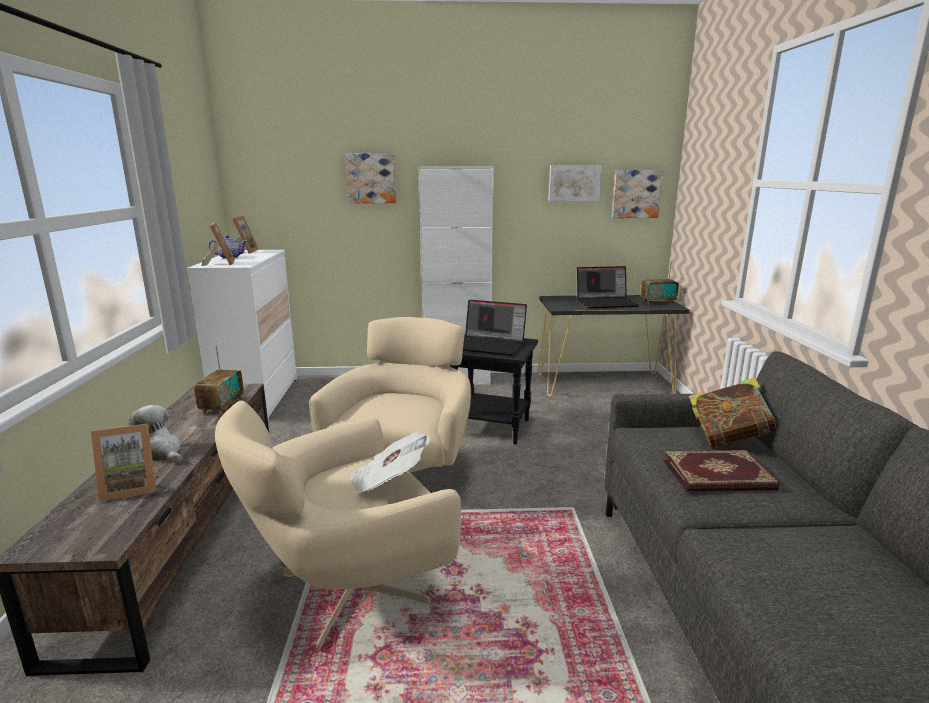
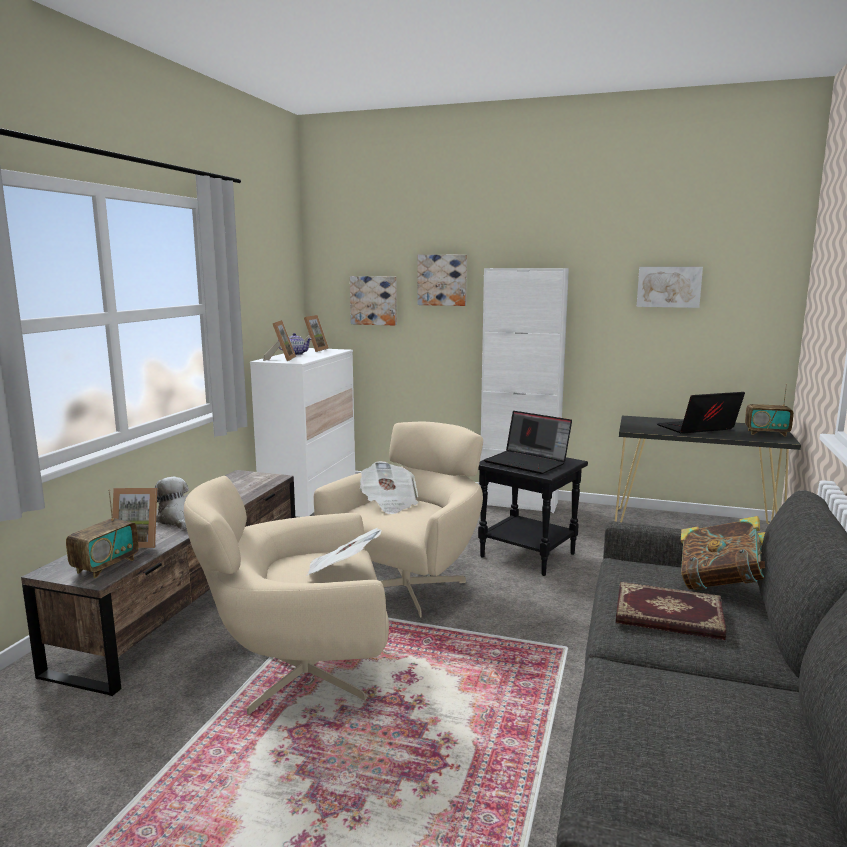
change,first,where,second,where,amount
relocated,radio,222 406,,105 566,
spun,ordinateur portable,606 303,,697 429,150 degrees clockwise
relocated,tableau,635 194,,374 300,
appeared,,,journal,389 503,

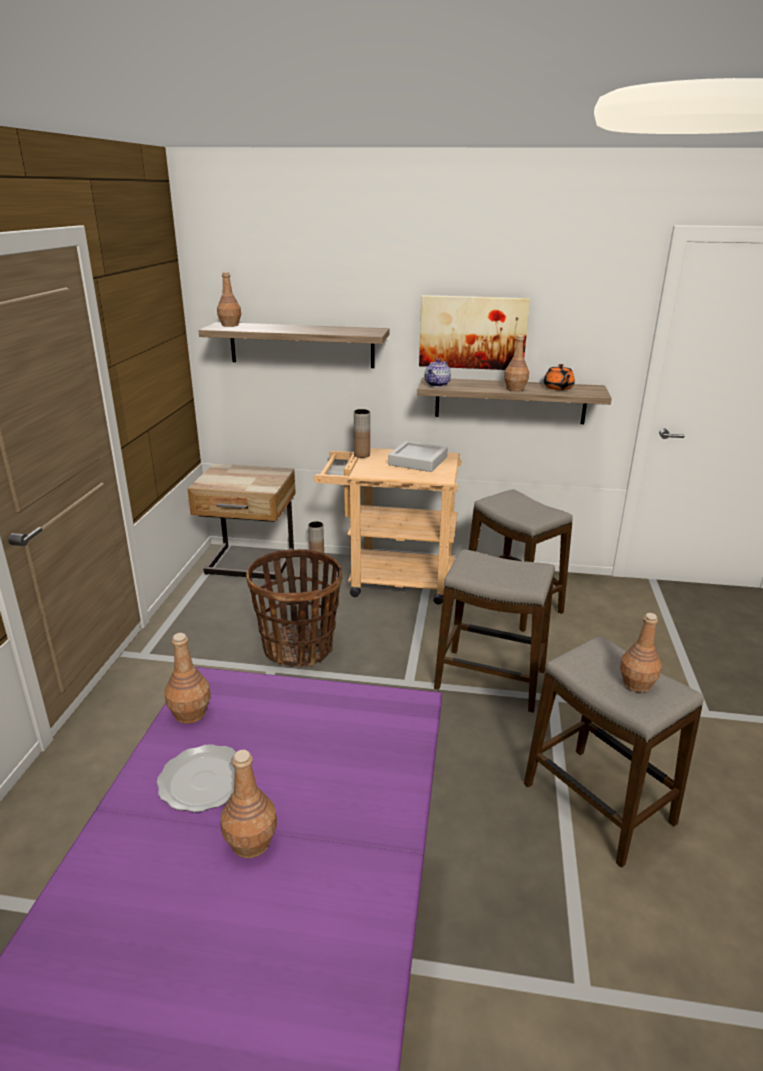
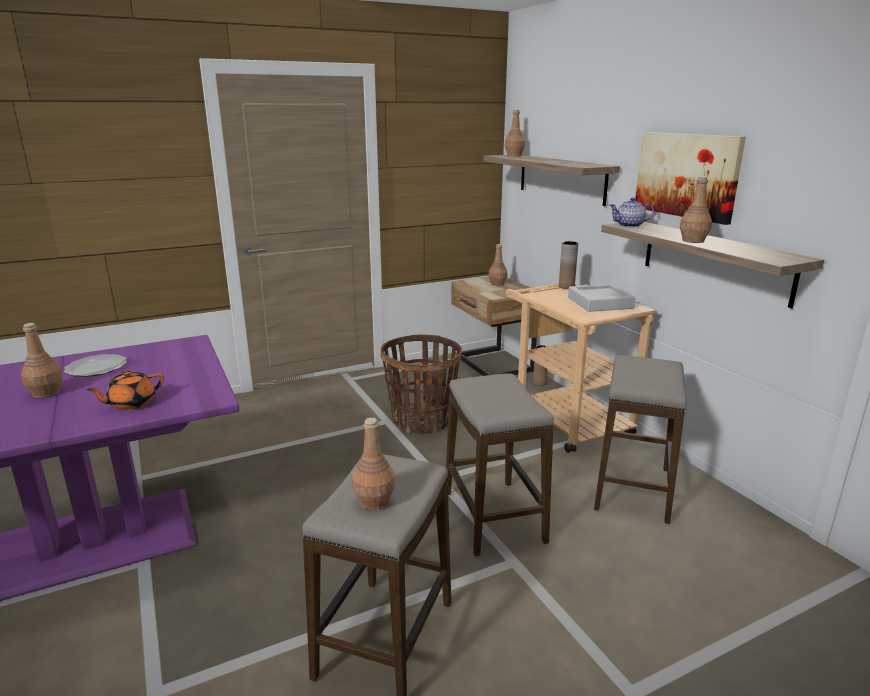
change,first,where,second,where,amount
relocated,bouteille (marron),190 713,,497 284,
relocated,théière (orange),558 388,,131 403,

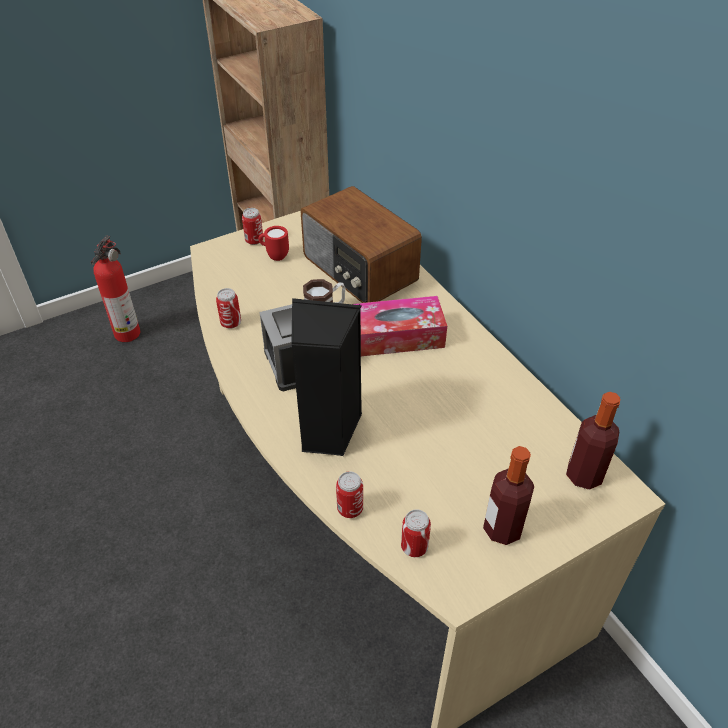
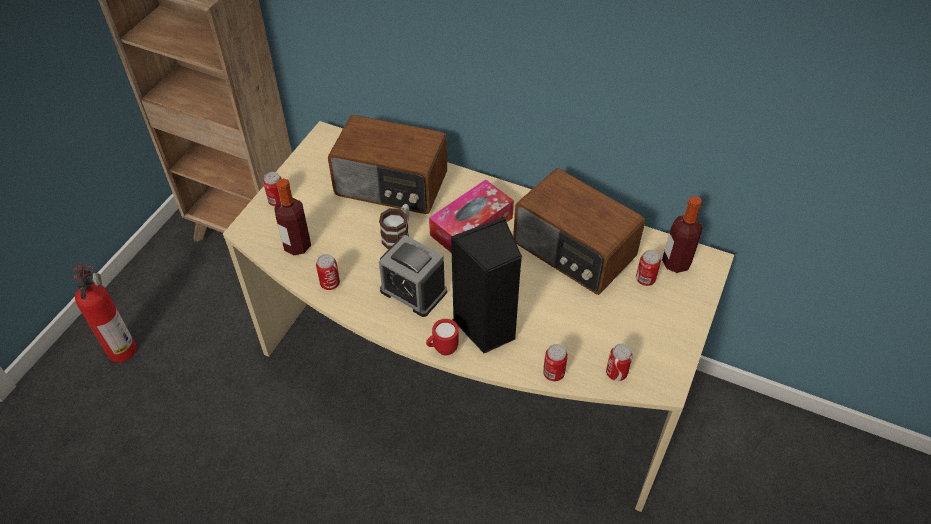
change,first,where,second,where,amount
relocated,mug (rouge),274 256,,442 349,
relocated,bouteille,502 529,,297 245,
appeared,,,radio,573 251,
appeared,,,boîte métallique,645 279,

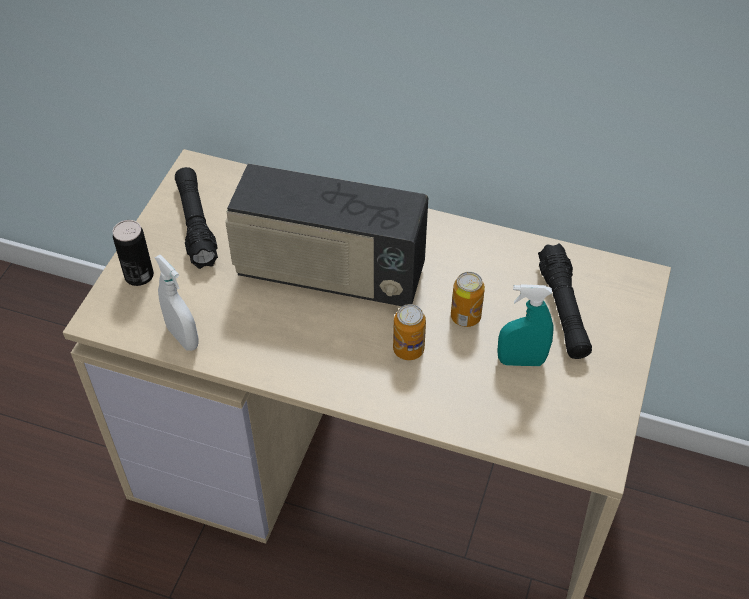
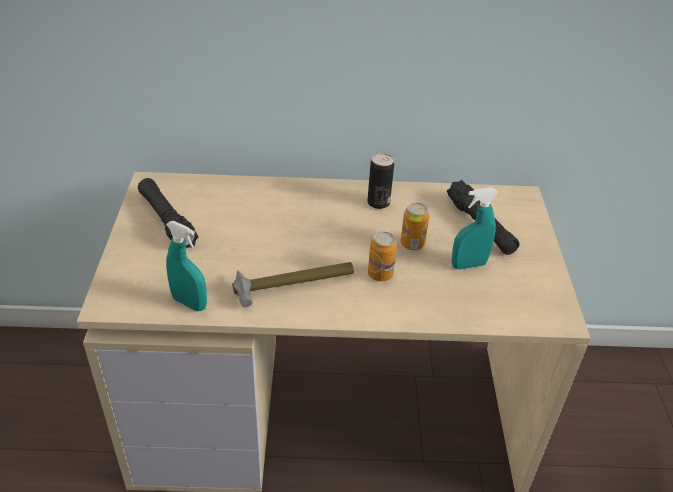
change,first,where,second,where,amount
relocated,boîte métallique,139 276,,378 202,
colour,vaporisateur (blanc),183 337,vaporisateur (turquoise),189 303,
missing,radio,329 274,,,
appeared,,,marteau,293 284,

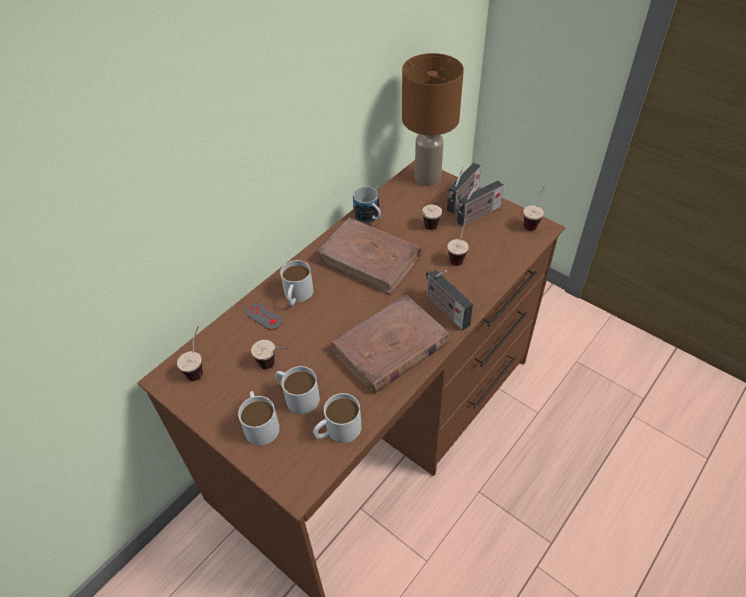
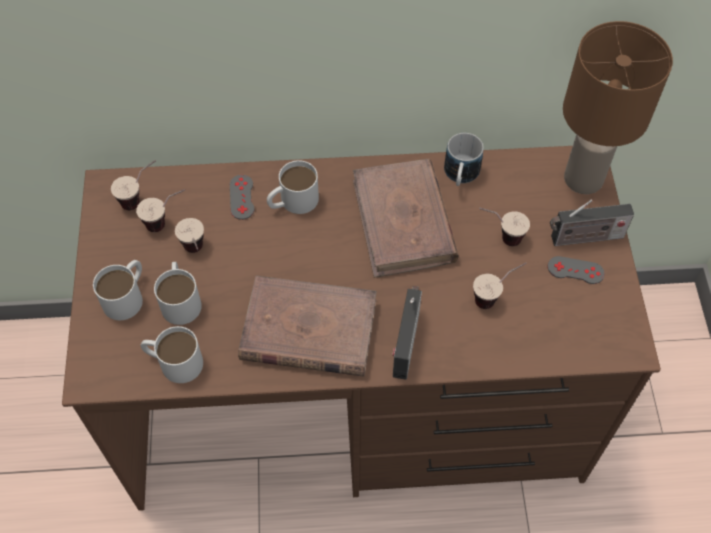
change,first,where,second,where,amount
exchanged,radio,477 216,manette (gris),575 270,
relocated,tasse,533 221,,167 222,

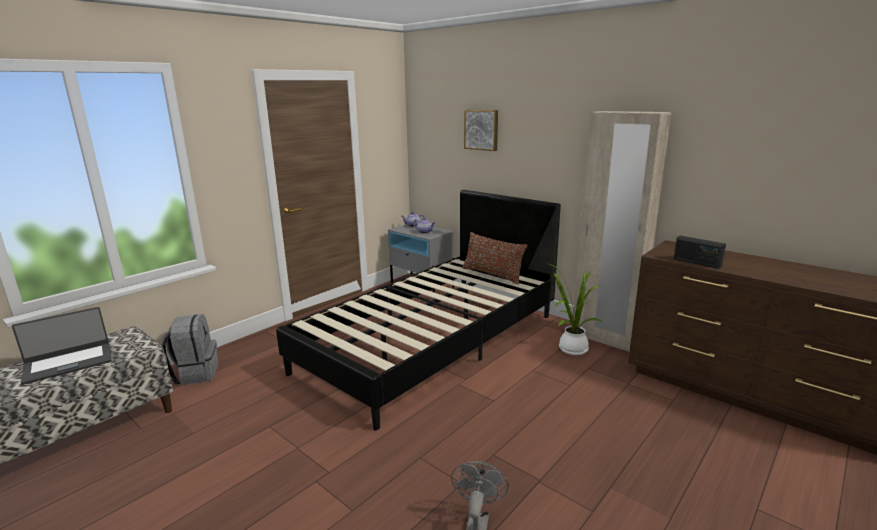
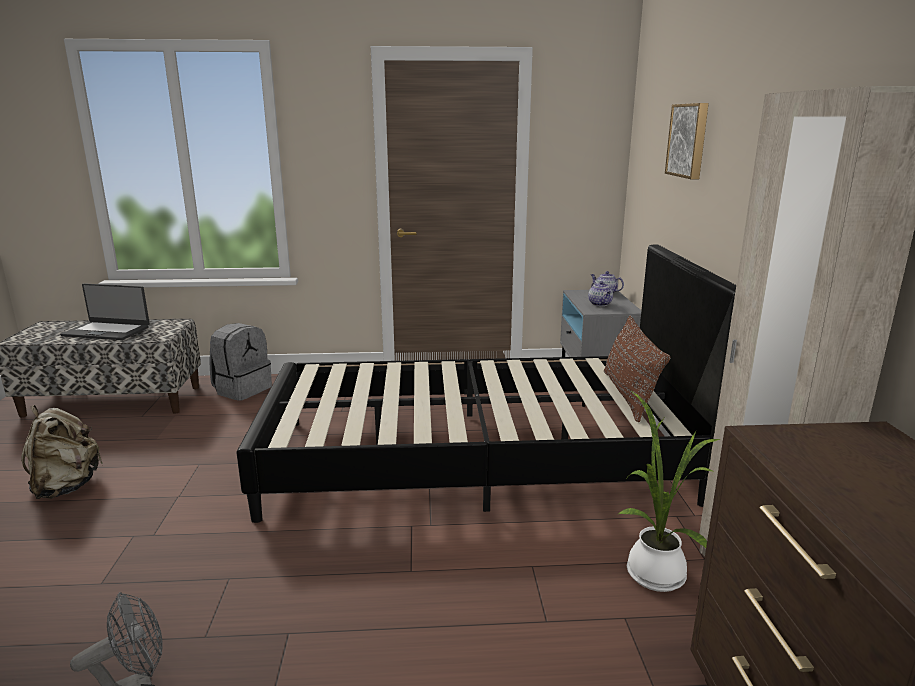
change,first,where,second,where,amount
missing,radio,697 262,,,
appeared,,,sac à dos (beige),66 487,

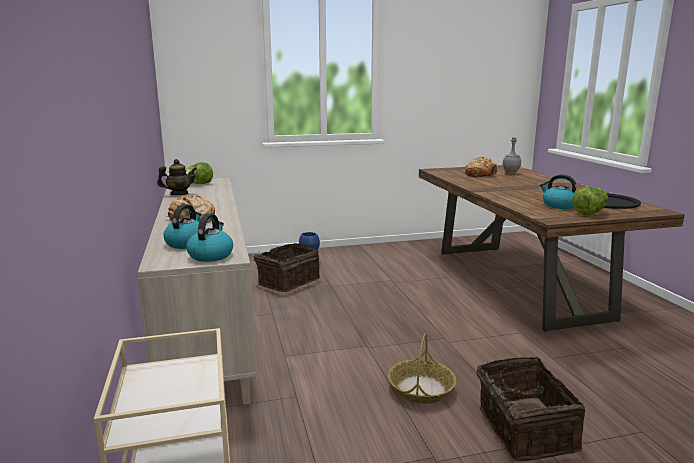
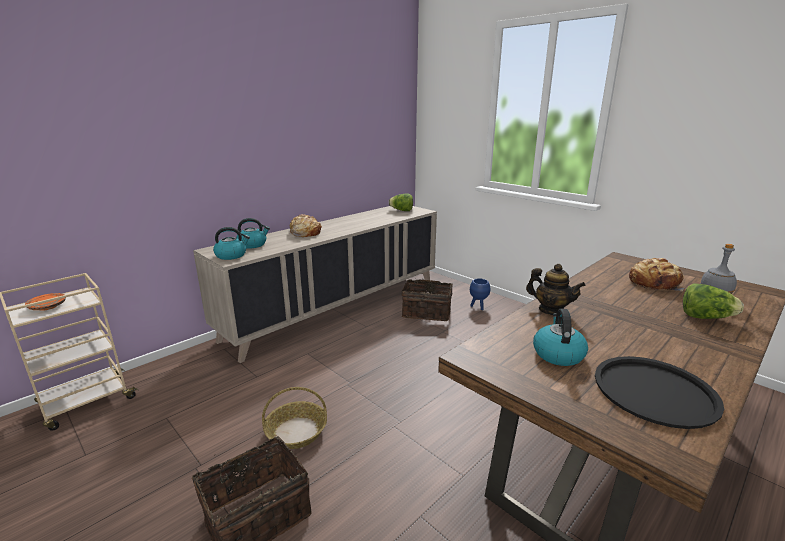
change,first,where,second,where,amount
relocated,théière,179 194,,551 310,
relocated,laitue,589 213,,705 317,
appeared,,,assiette (orange),48 307,

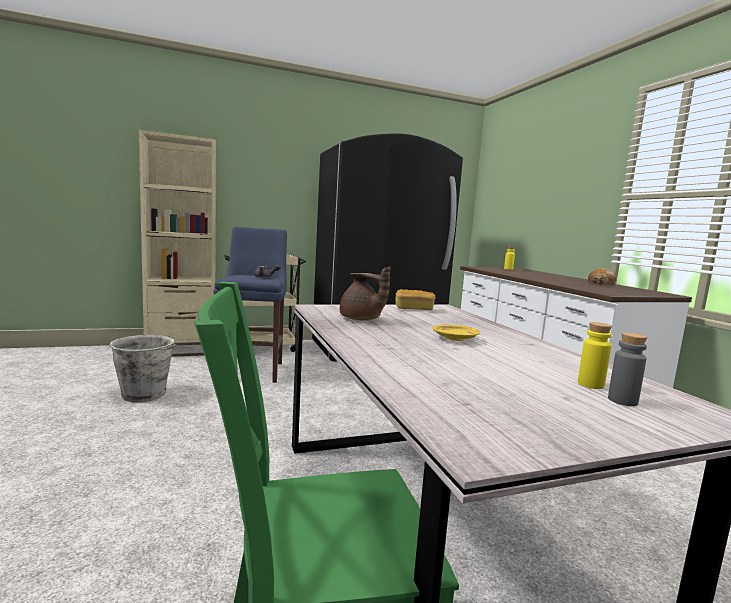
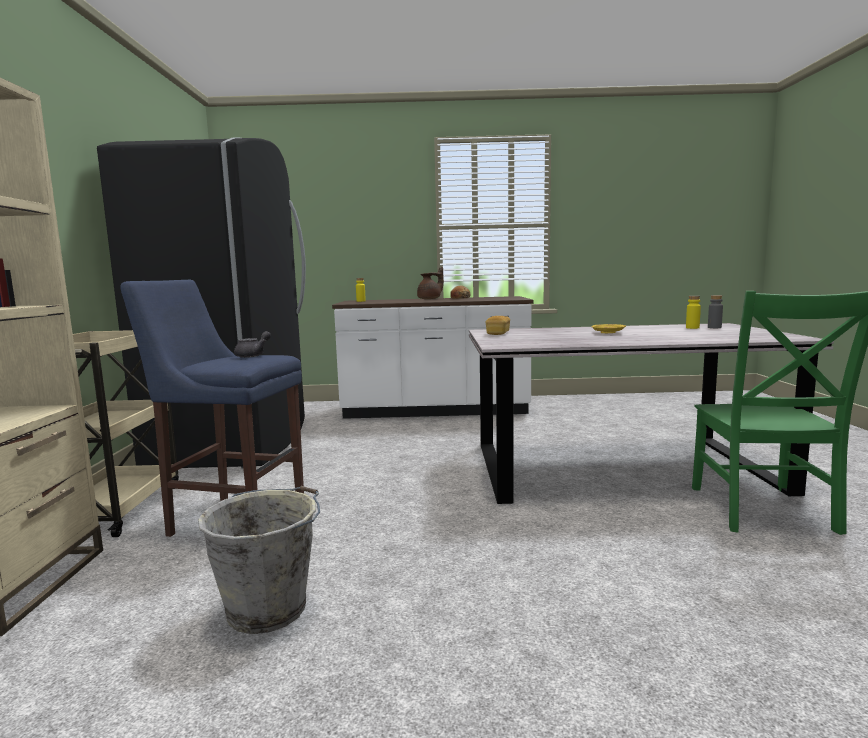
change,first,where,second,where,amount
relocated,théière (marron),361 319,,430 299,

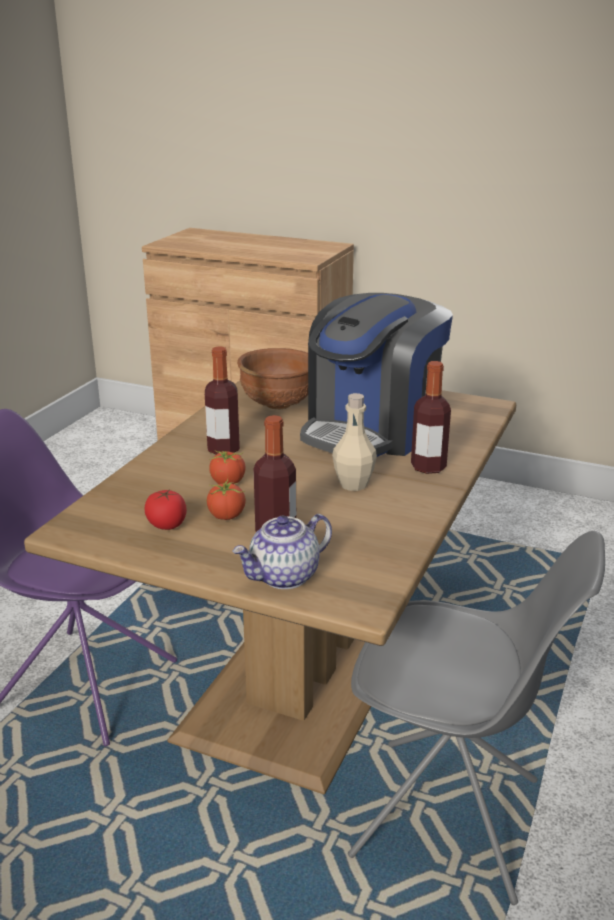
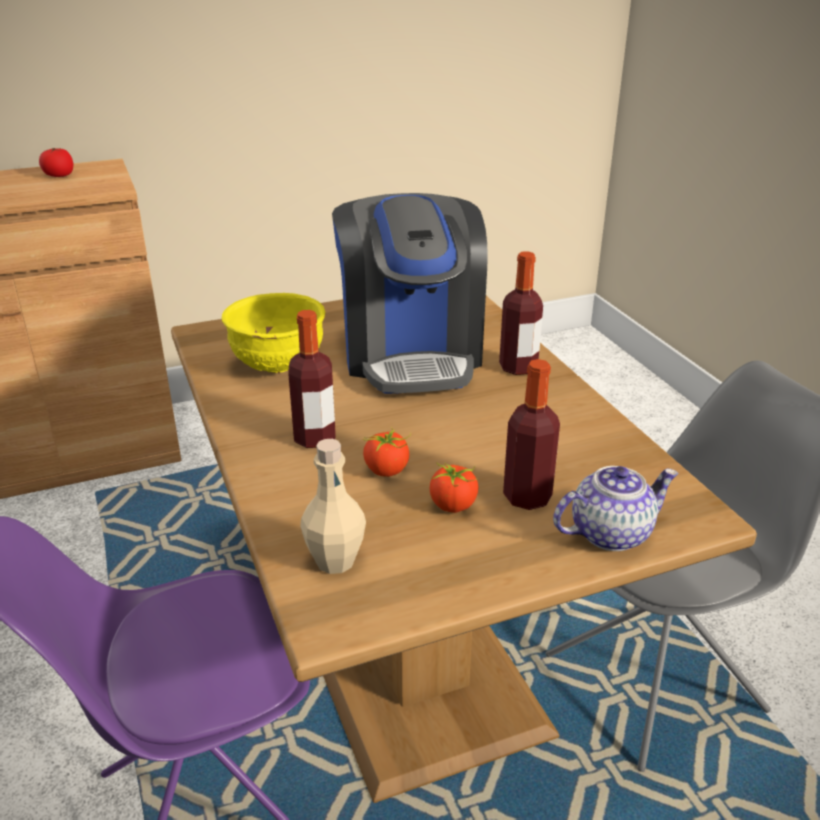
change,first,where,second,where,amount
relocated,tomate,166 525,,59 176,
spun,théière,284 577,,610 532,120 degrees counterclockwise
colour,bol (marron),279 405,bol (jaune),279 365,
relocated,bouteille (beige),353 484,,335 560,

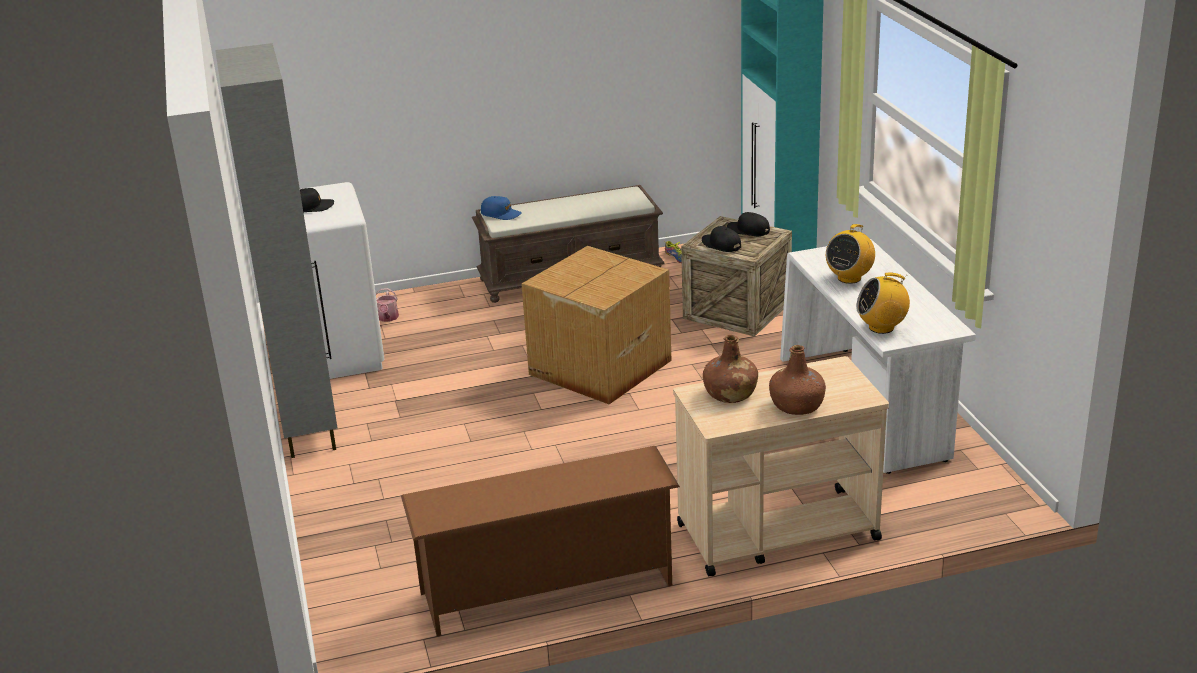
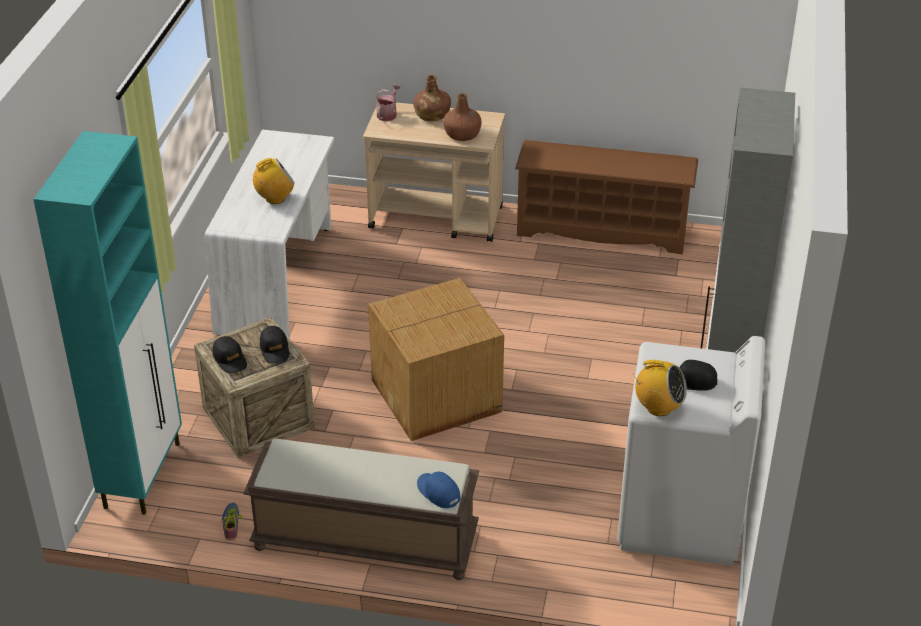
change,first,where,second,where,amount
relocated,arrosoir,387 318,,388 114,
relocated,radio,881 327,,658 408,

